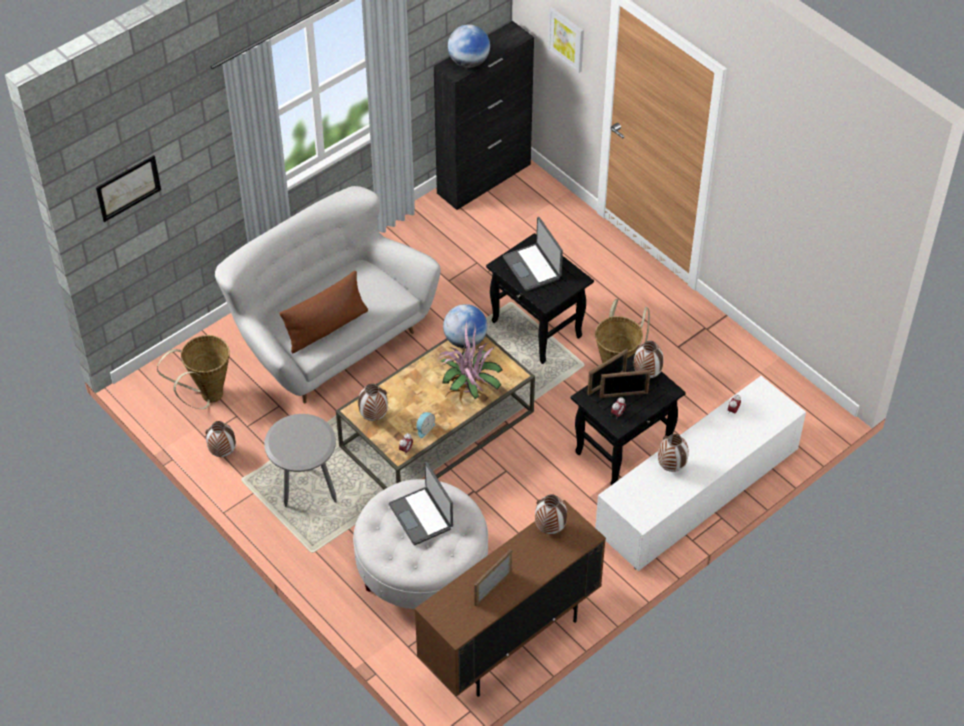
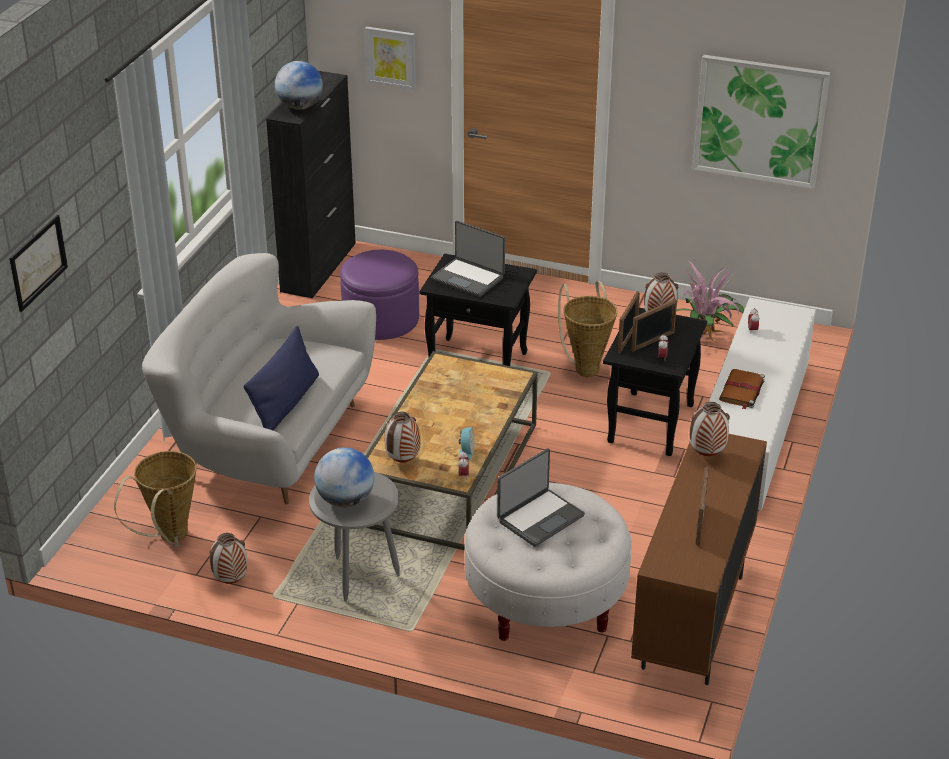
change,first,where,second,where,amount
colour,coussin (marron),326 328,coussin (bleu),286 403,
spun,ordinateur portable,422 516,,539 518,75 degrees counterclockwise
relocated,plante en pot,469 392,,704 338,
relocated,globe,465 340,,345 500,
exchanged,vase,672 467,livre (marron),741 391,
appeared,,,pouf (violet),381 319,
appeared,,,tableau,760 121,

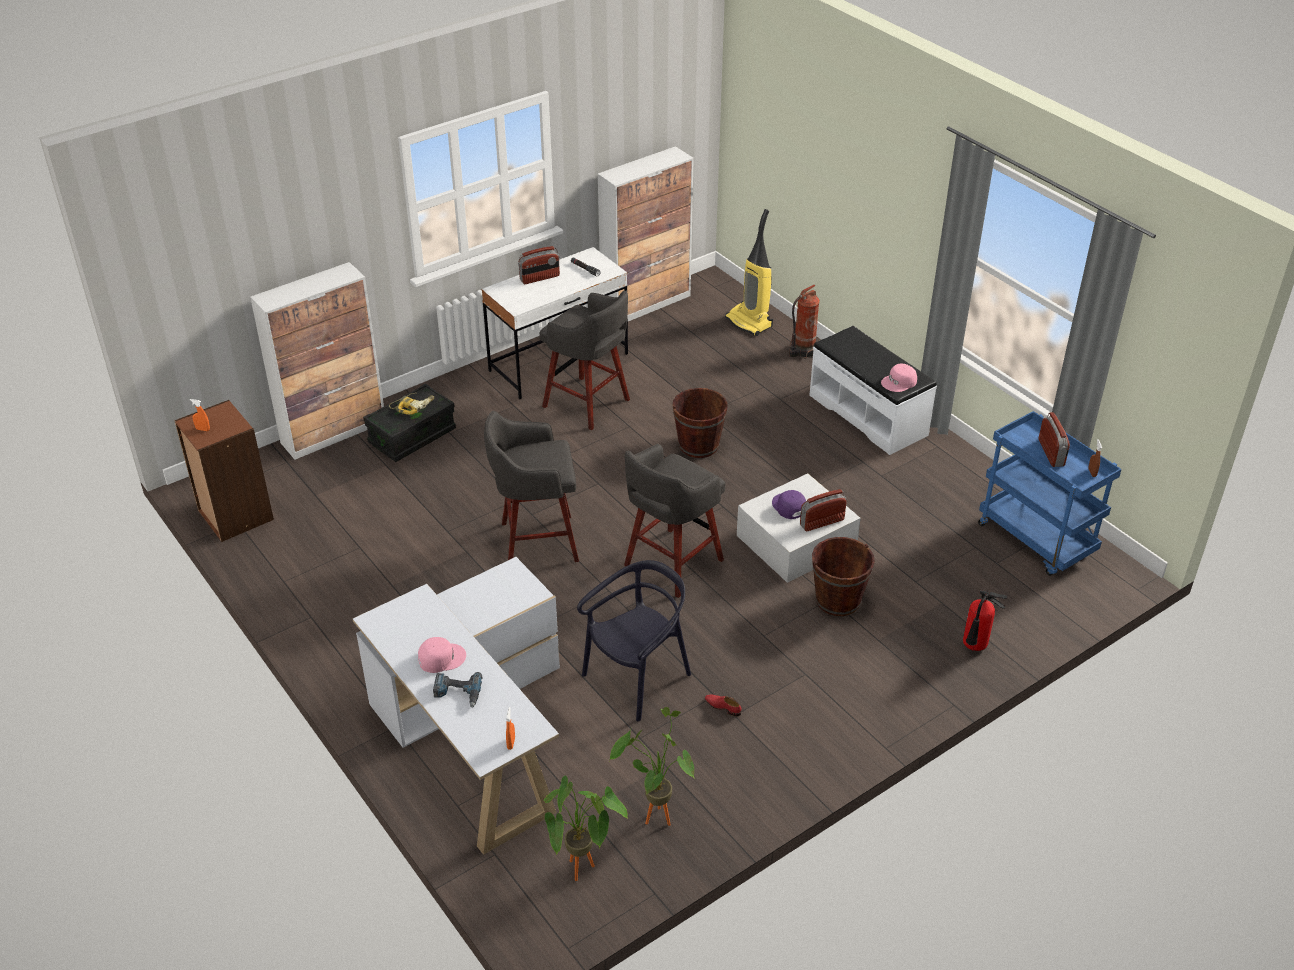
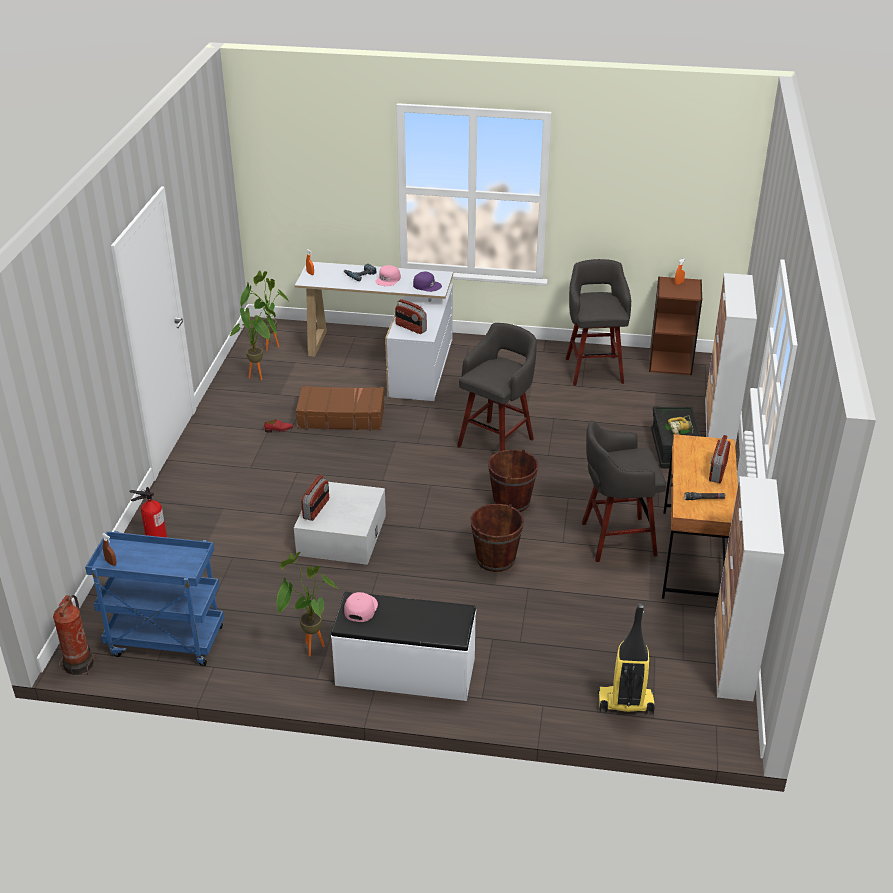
change,first,where,second,where,amount
colour,bureau (blanc),559 362,bureau (marron),692 557,
exchanged,chaise (noir),638 678,valise (marron),341 416,
relocated,tabouret (gris),671 564,,594 369,
relocated,casquette (violet),788 506,,427 285,
relocated,extincteur,802 350,,80 663,
relocated,seau (marron),838 600,,511 502,
relocated,radio,1051 453,,410 328,
appeared,,,plante en pot,307 648,

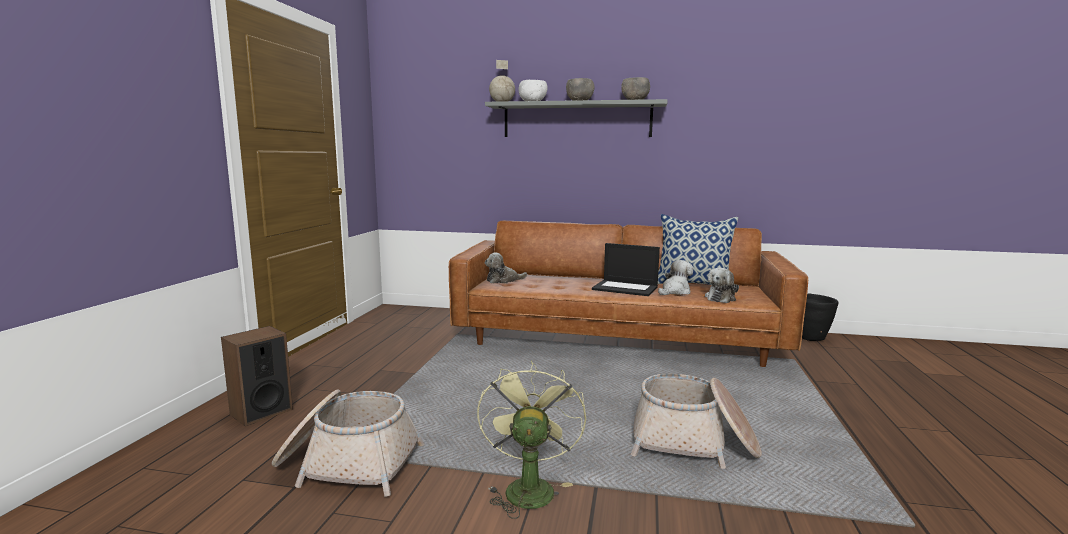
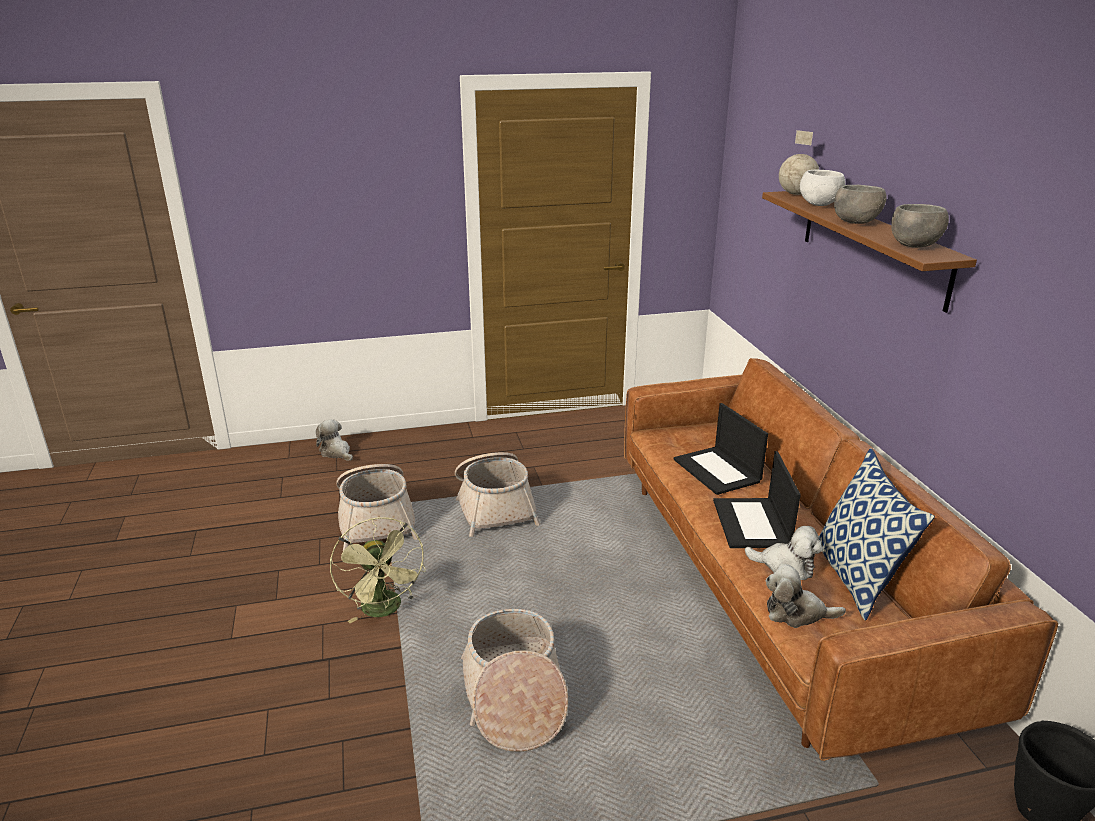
change,first,where,second,where,amount
missing,enceinte,261 412,,,
spun,ventilateur (vert),528 487,,385 610,90 degrees clockwise
colour,étagère (gris),576 120,étagère (marron),872 246,
relocated,peluche,503 280,,336 452,
appeared,,,panier,494 505,
appeared,,,ordinateur portable,718 471,

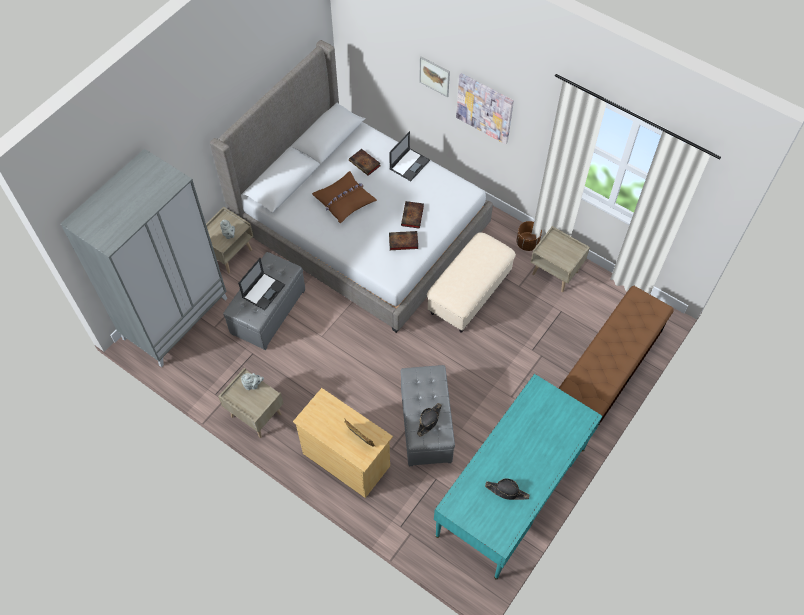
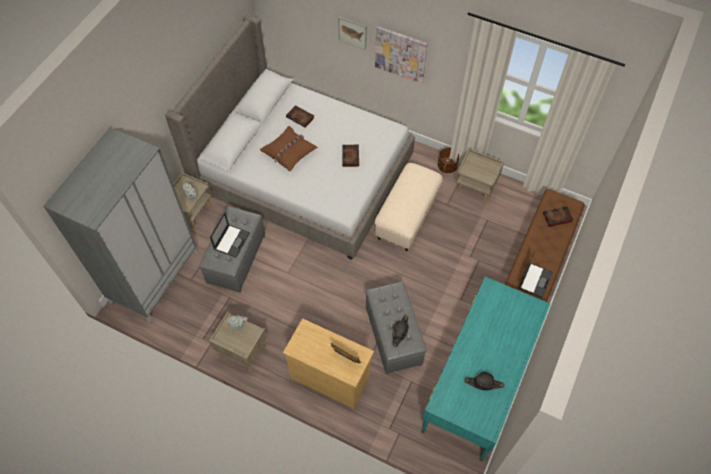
change,first,where,second,where,amount
relocated,ordinateur portable,409 164,,535 280,
relocated,livre,402 242,,556 218,

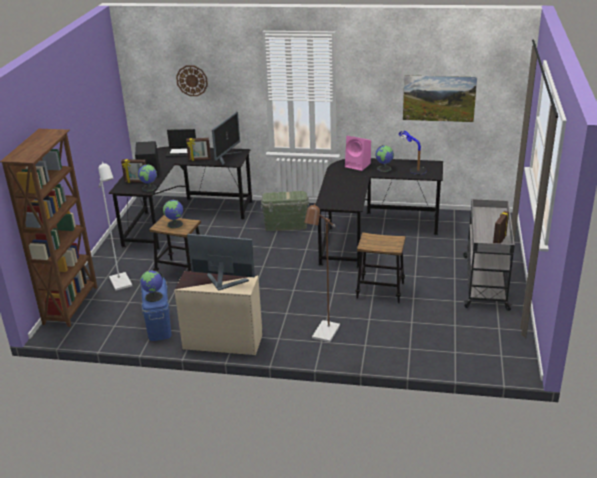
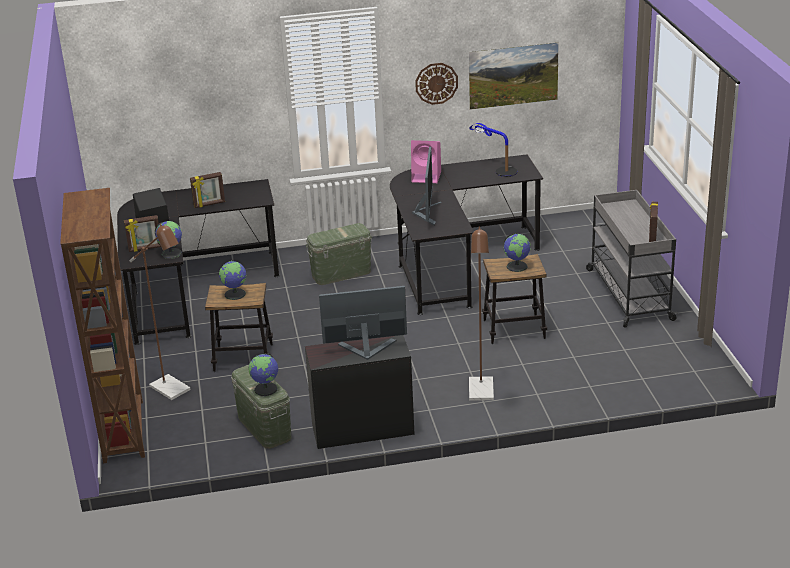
change,first,where,second,where,amount
colour,lampadaire (blanc),122 284,lampadaire (marron),174 391,
colour,boîte de rangement (bleu),159 324,boîte de rangement (vert),264 428,
missing,ordinateur portable,182 152,,,
colour,commode (beige),222 341,commode (noir),362 428,
relocated,horloge murale,192 80,,436 83,
relocated,écran d'ordinateur,226 157,,427 213,
relocated,globe,384 168,,517 266,

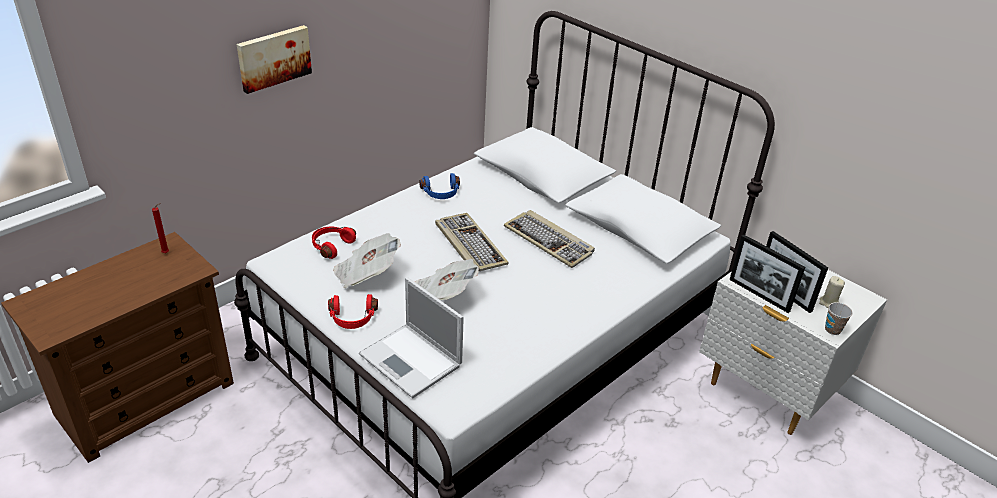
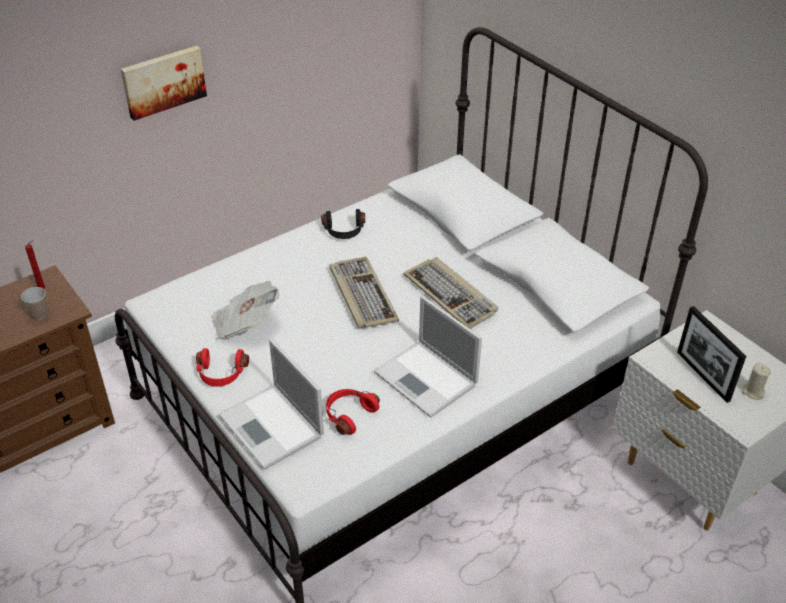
change,first,where,second,where,amount
relocated,casque audio (rouge),331 246,,349 415,
missing,journal,442 296,,,
colour,casque audio (bleu),441 193,casque audio (noir),344 231,
missing,cadre photo,759 295,,,
relocated,tasse,832 330,,39 315,
appeared,,,ordinateur portable,427 379,

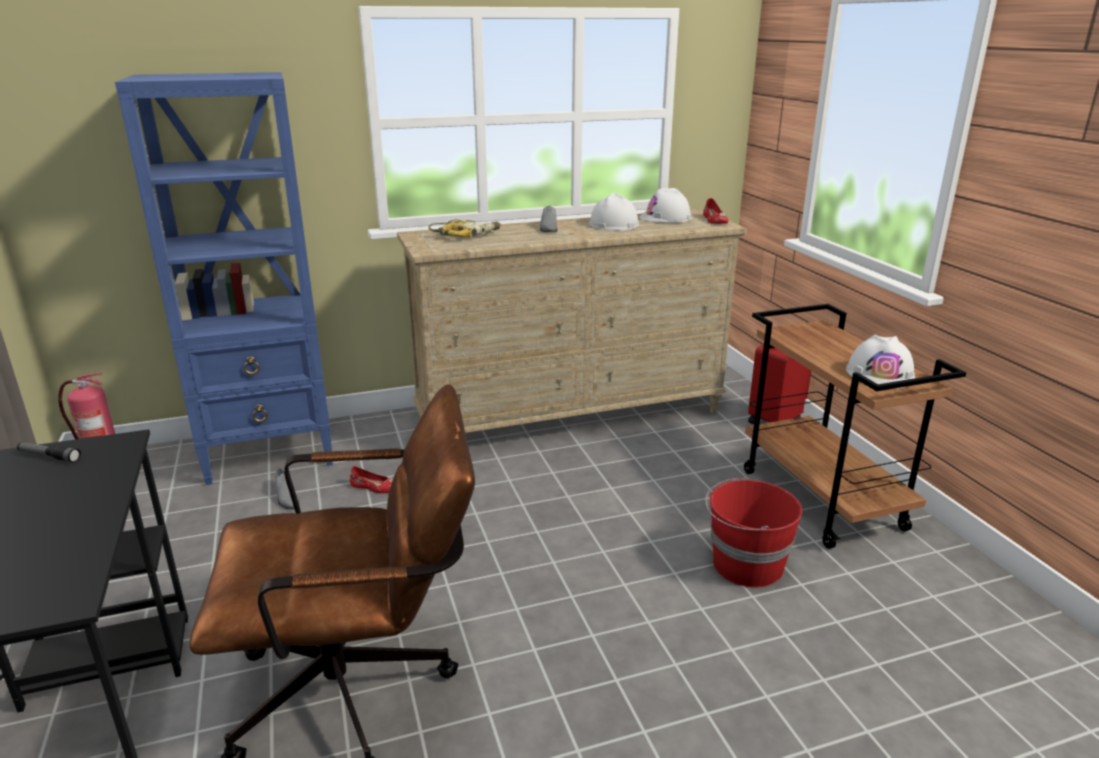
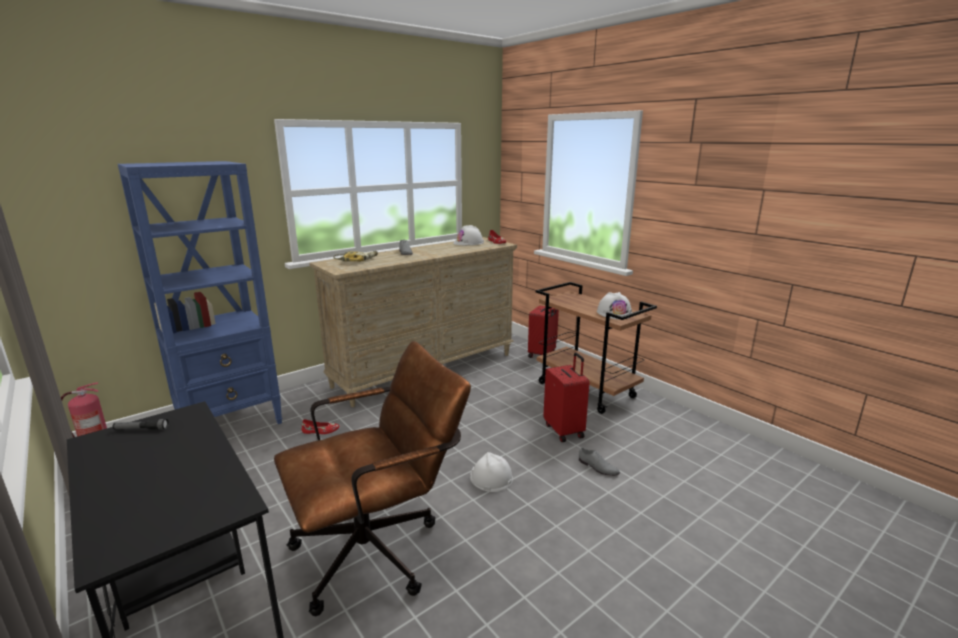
change,first,where,second,where,amount
relocated,chaussure (gris),286 496,,597 467,
relocated,casque de chantier (blanc),613 224,,491 477,
exchanged,seau (rouge),745 565,valise (rouge),564 430,

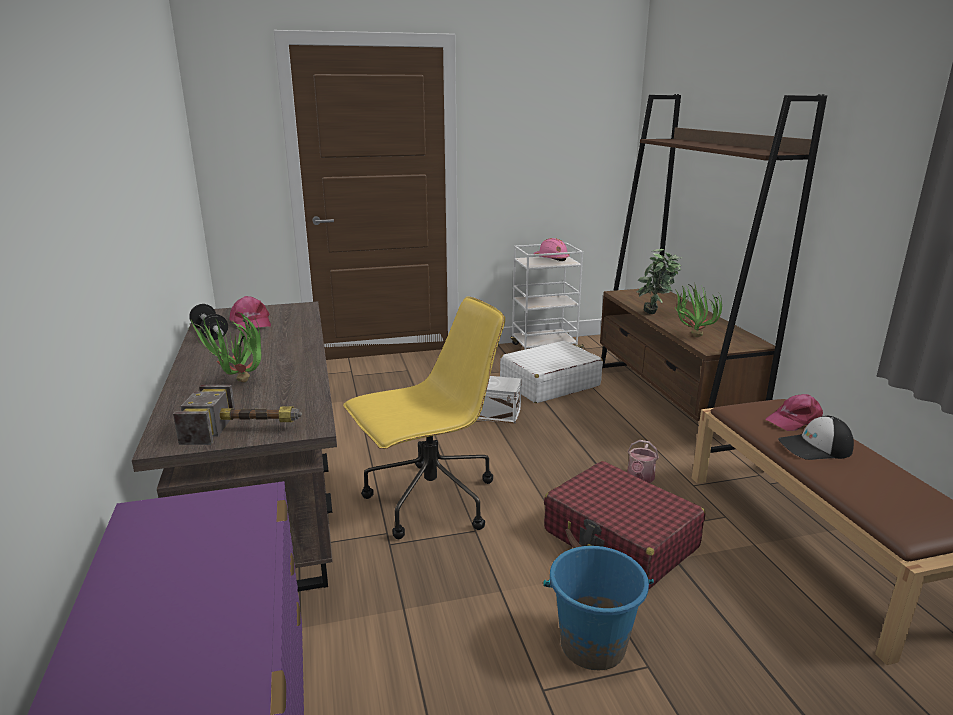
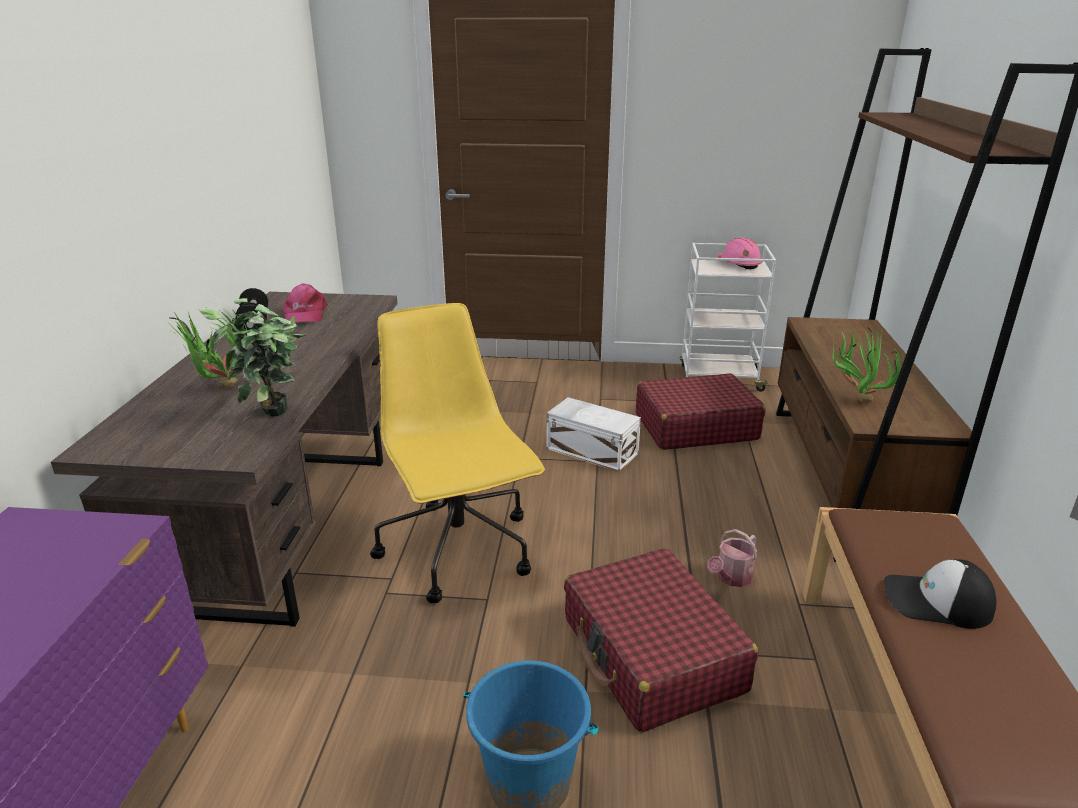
change,first,where,second,where,amount
missing,marteau,248 428,,,
spun,chaise de bureau (jaune),429 502,,459 551,105 degrees counterclockwise
colour,valise (blanc),549 384,valise (rouge),695 427,
relocated,plante en pot,655 315,,272 420,
missing,casquette (rose),794 420,,,

